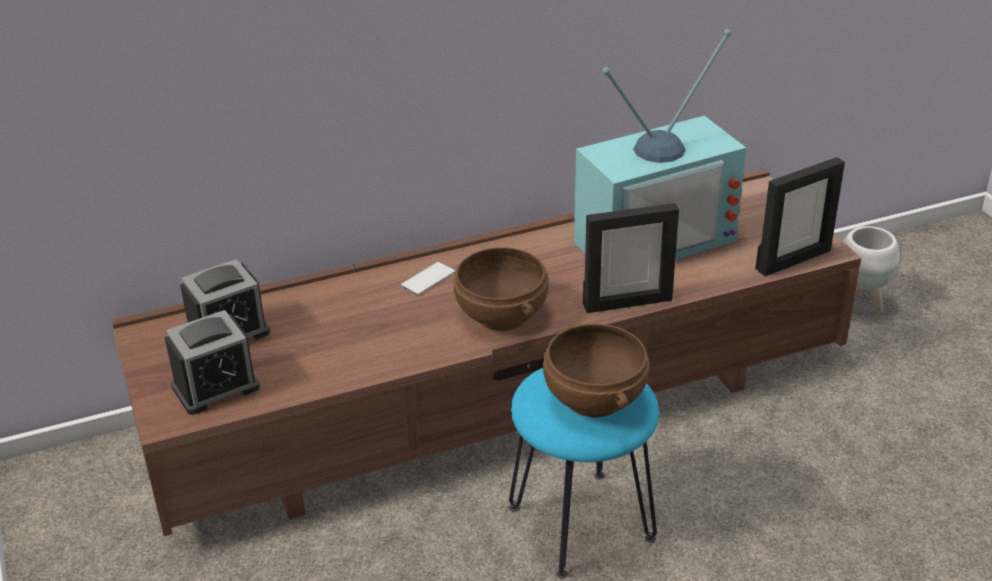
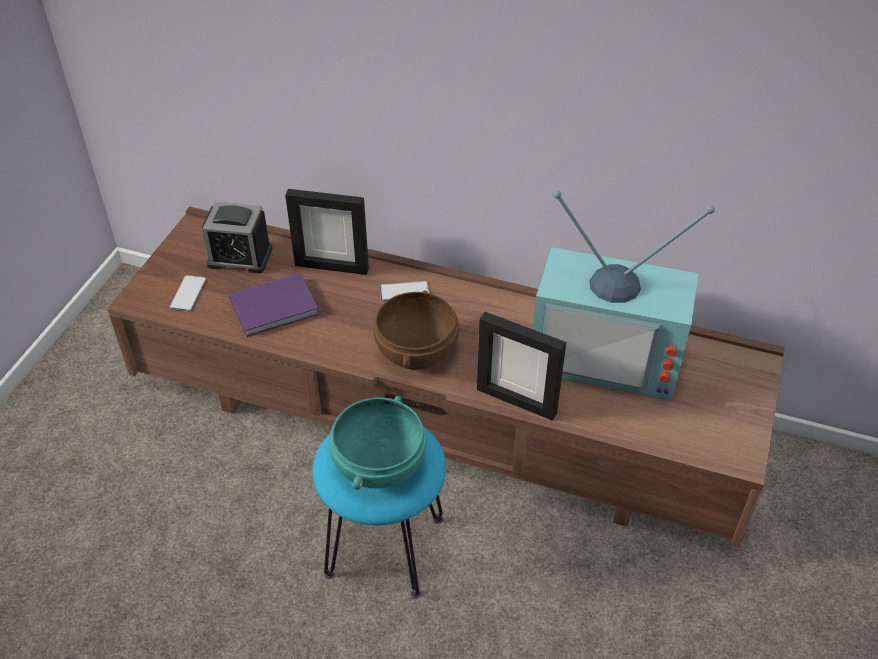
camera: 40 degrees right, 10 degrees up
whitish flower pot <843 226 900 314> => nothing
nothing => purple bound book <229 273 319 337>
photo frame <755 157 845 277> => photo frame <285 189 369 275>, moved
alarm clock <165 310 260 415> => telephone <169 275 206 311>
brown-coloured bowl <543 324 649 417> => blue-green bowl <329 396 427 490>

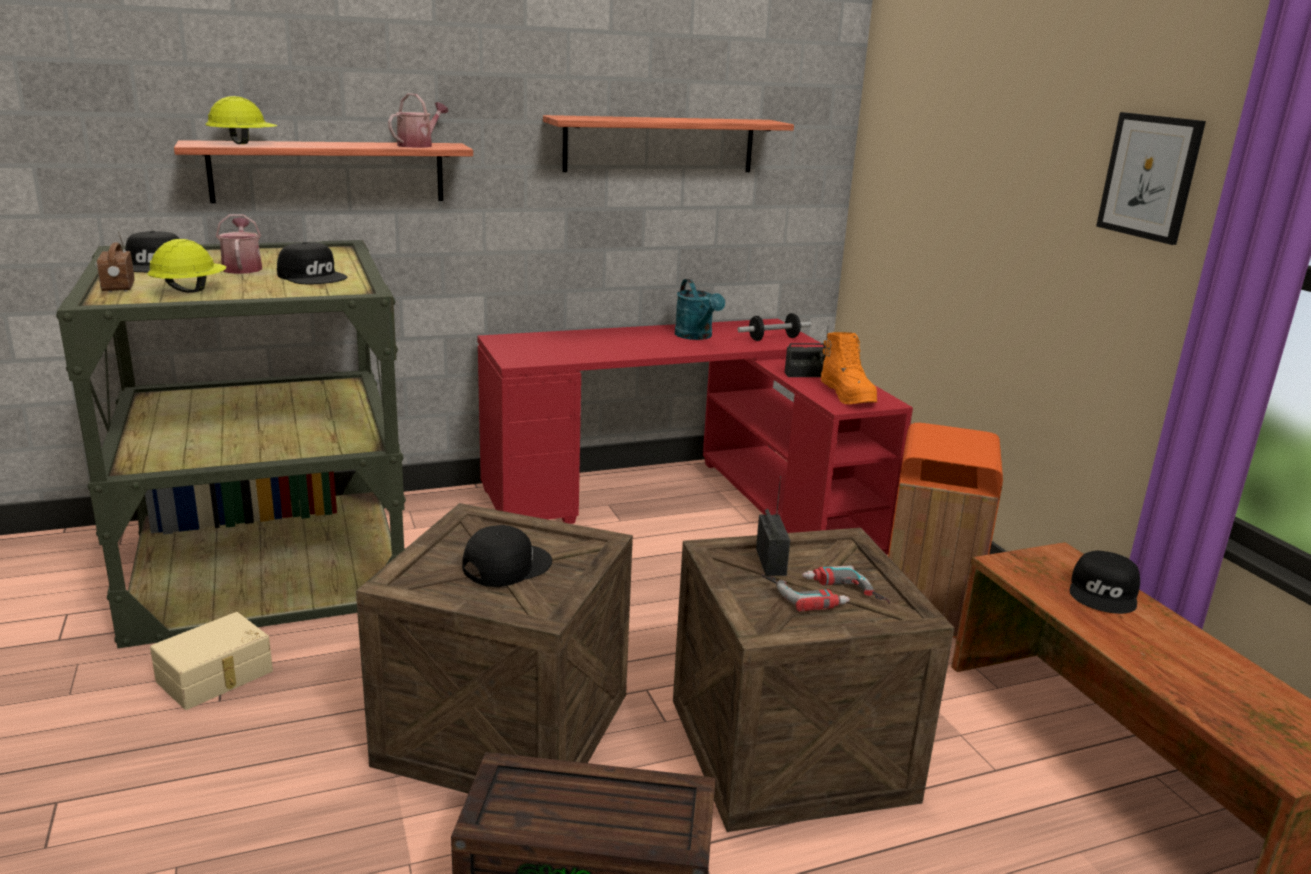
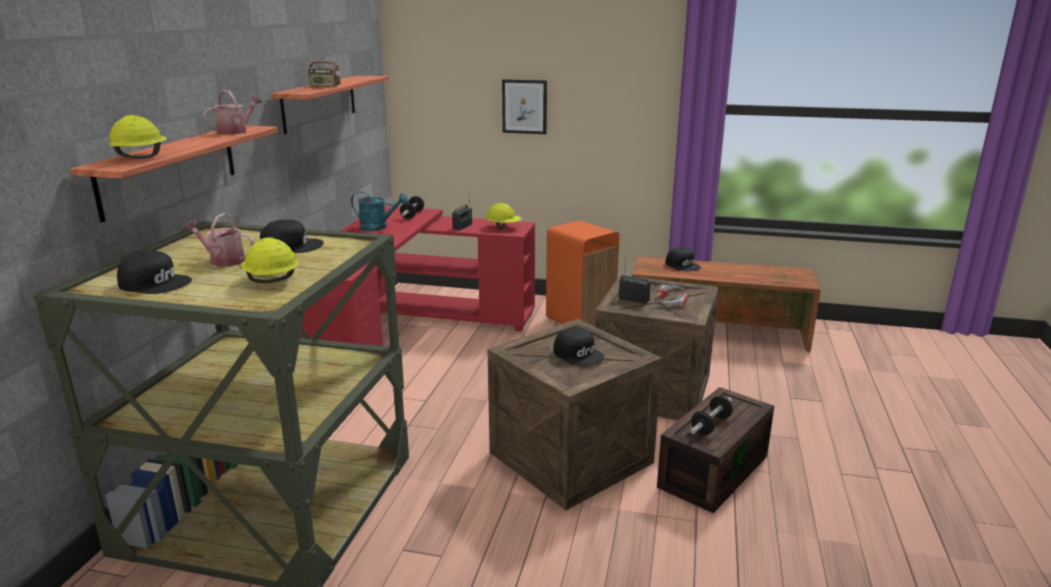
camera: 55 degrees left, 0 degrees up
beige storage container <150 612 273 710> => nothing
nothing => dumbbell <690 396 733 435>
radio set <95 229 135 292> => radio set <308 51 341 87>, moved
wall art <1096 112 1206 245> => wall art <502 79 547 134>, moved
orange tall boot <821 332 877 404> => yellowish safety helmet <485 203 522 229>
watering can <388 93 448 148> => watering can <203 90 262 135>, 60 degrees clockwise
blackish peaked cap <462 525 552 587> => blackish peaked cap <553 327 604 366>, 150 degrees clockwise

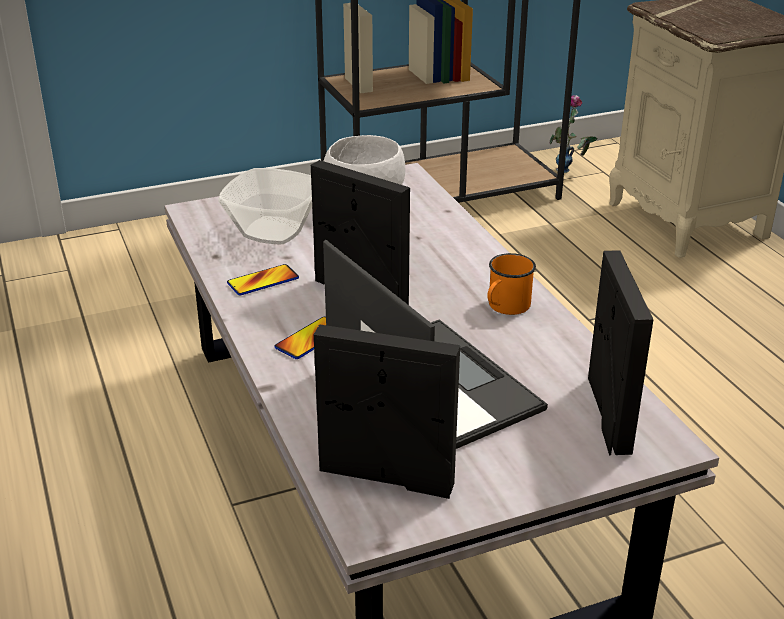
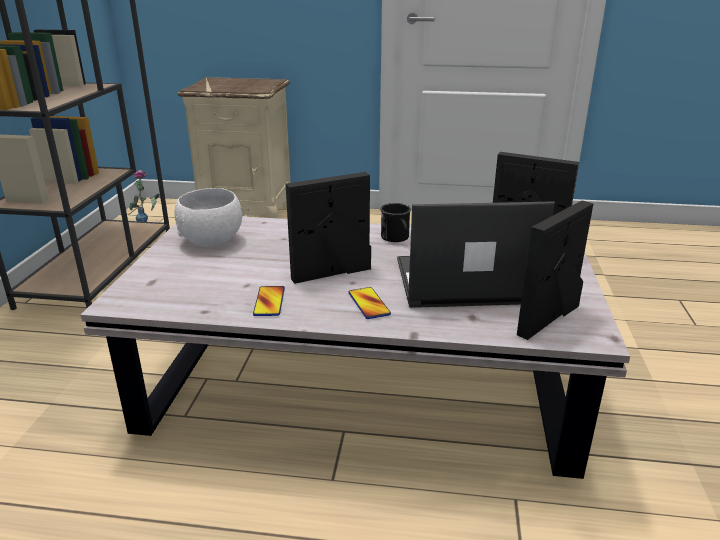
camera: 60 degrees left, 5 degrees down
bowl <218 168 312 244> => nothing
orange mug <487 253 536 315> => blackish mug <380 203 411 242>

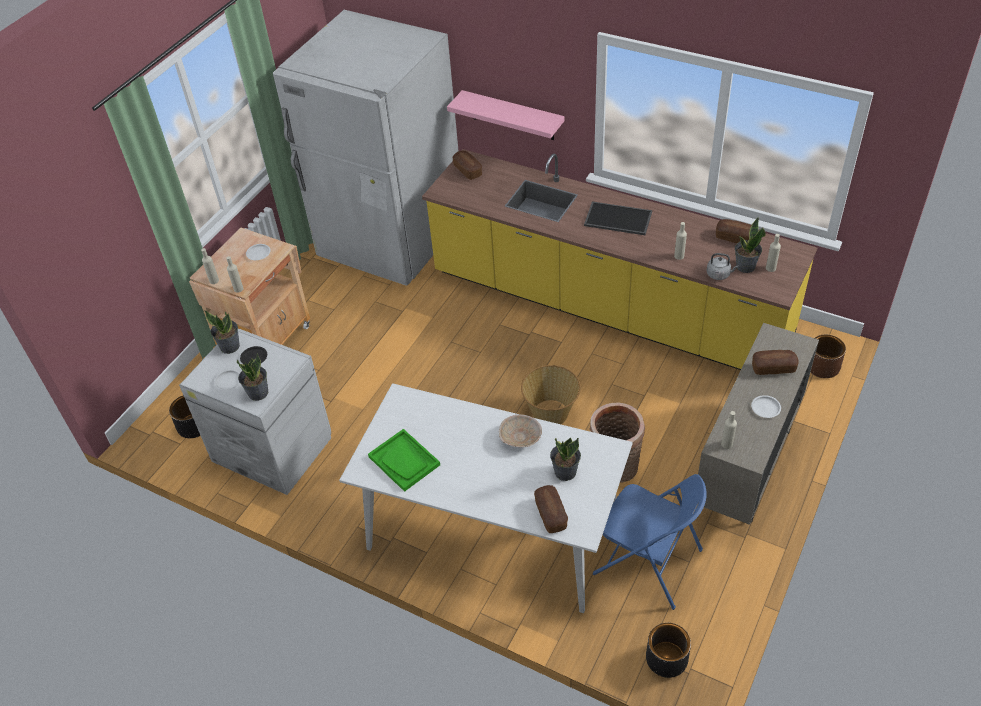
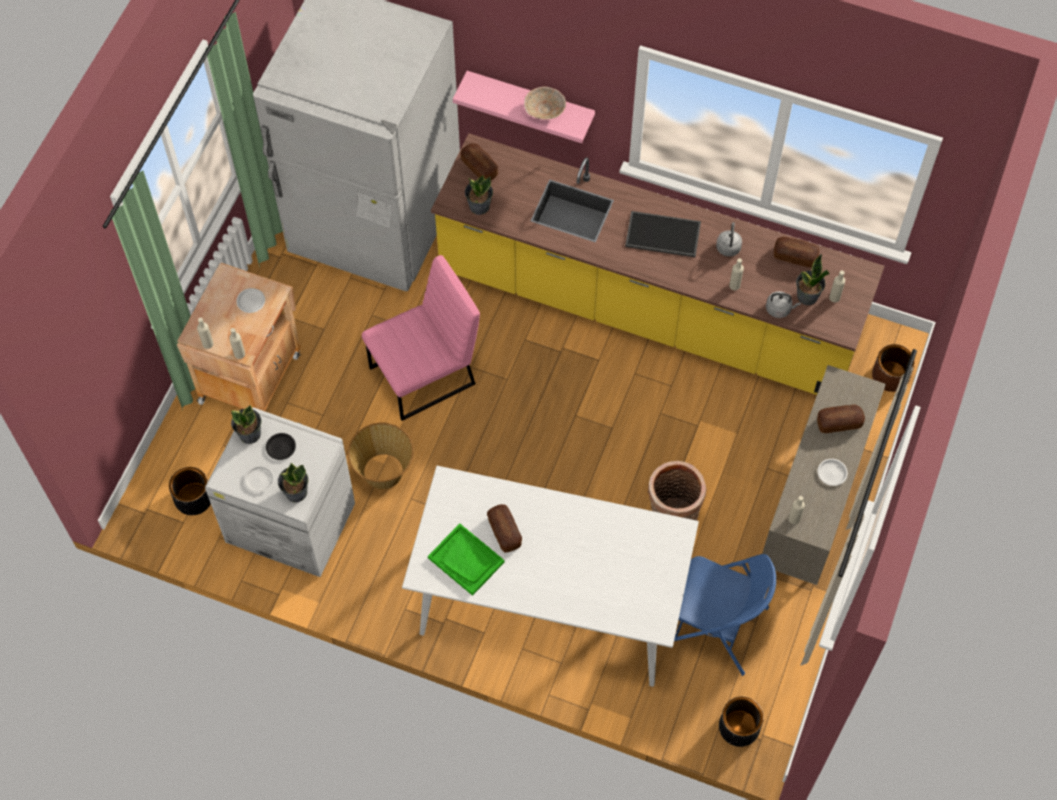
camera: 10 degrees left, 15 degrees up
nothing => pink chair <362 255 480 421>
nothing => grey kettle <716 222 742 257>
beige bowl <499 414 542 447> => beige bowl <524 87 566 119>, moved
household basket <521 365 581 424> => household basket <348 422 414 489>, moved
bakery bread <534 485 568 533> => bakery bread <487 504 522 552>, moved
plant in a pot <550 437 581 481> => plant in a pot <465 175 493 215>, moved

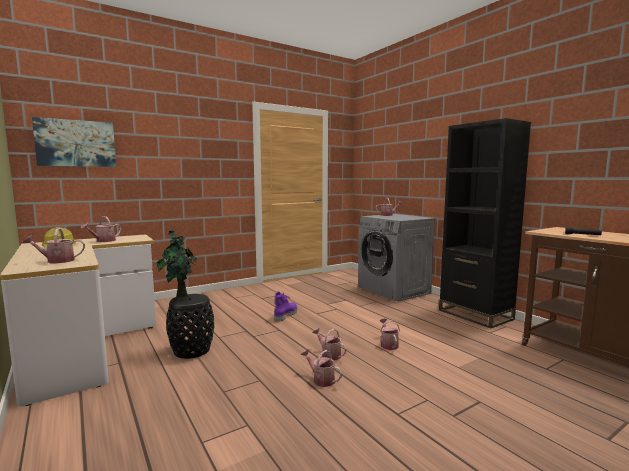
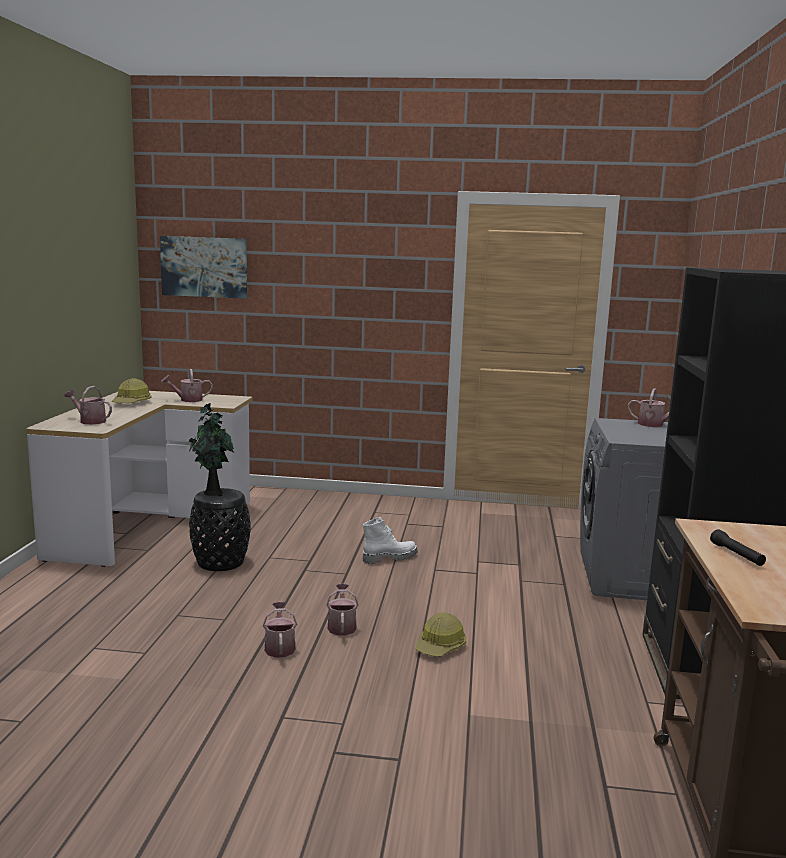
camera: 40 degrees right, 5 degrees up
watering can <380 319 400 350> => safety helmet <415 613 466 657>
purple tall boot <274 291 297 322> => whitish tall boot <363 517 418 564>

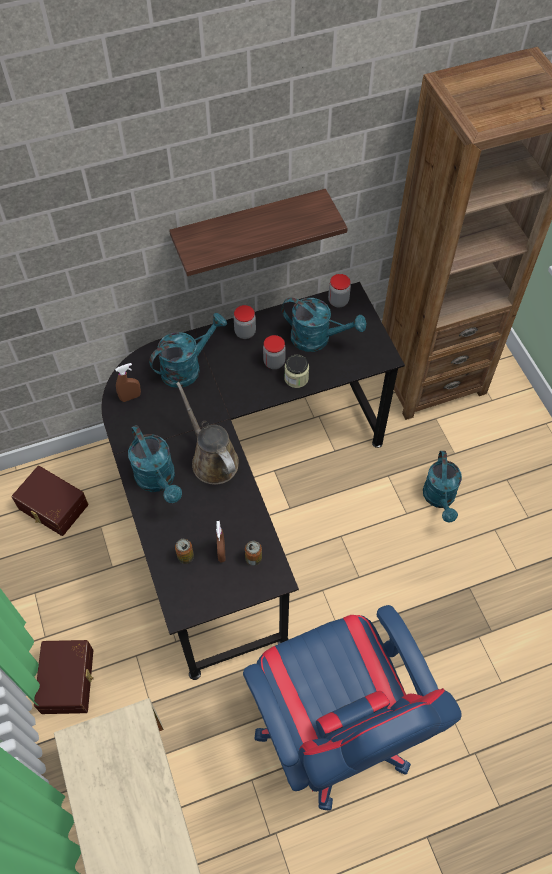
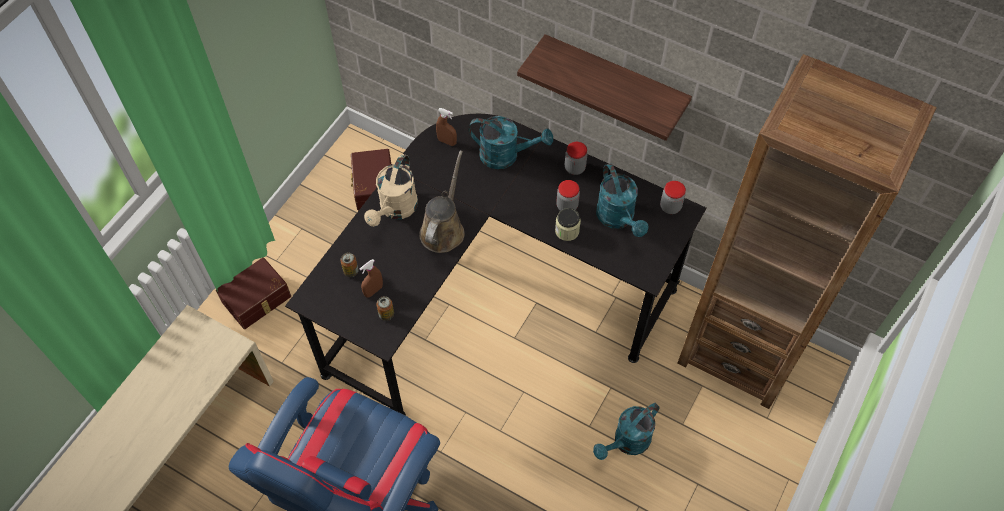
camera: 50 degrees right, 0 degrees up
blue-green watering can <128 425 182 503> => beige watering can <364 154 418 226>

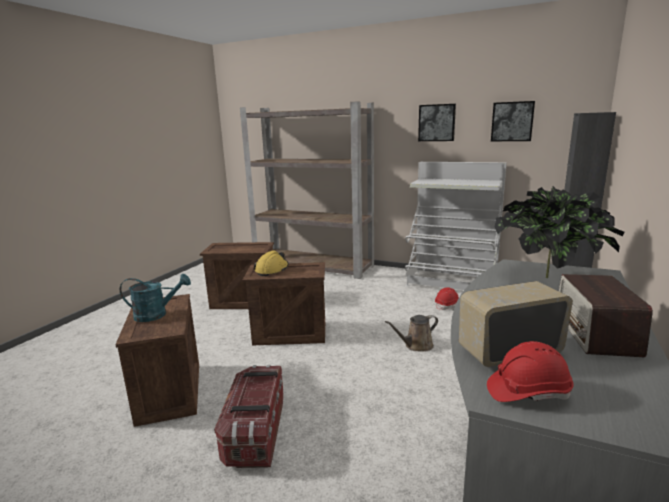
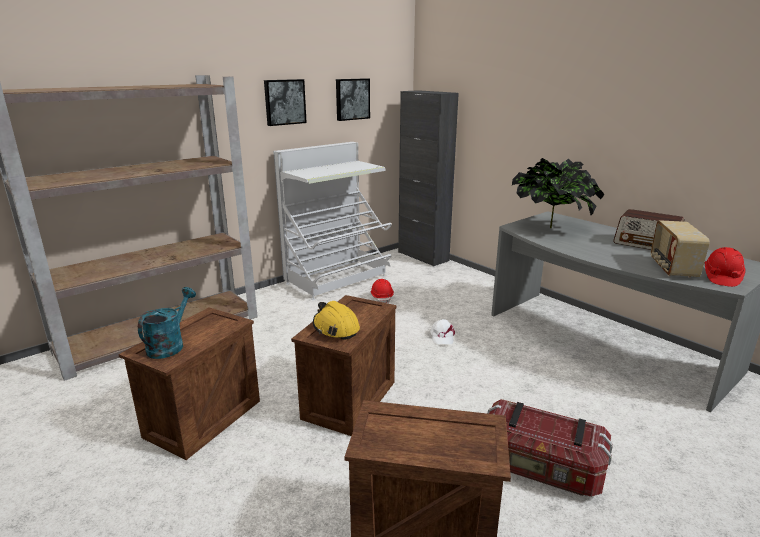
camera: 65 degrees left, 5 degrees up
blue-green watering can <120 274 191 322> => blue-green watering can <138 287 196 359>, moved
brown-coloured watering can <385 315 438 351> => whitish peaked cap <430 319 455 344>

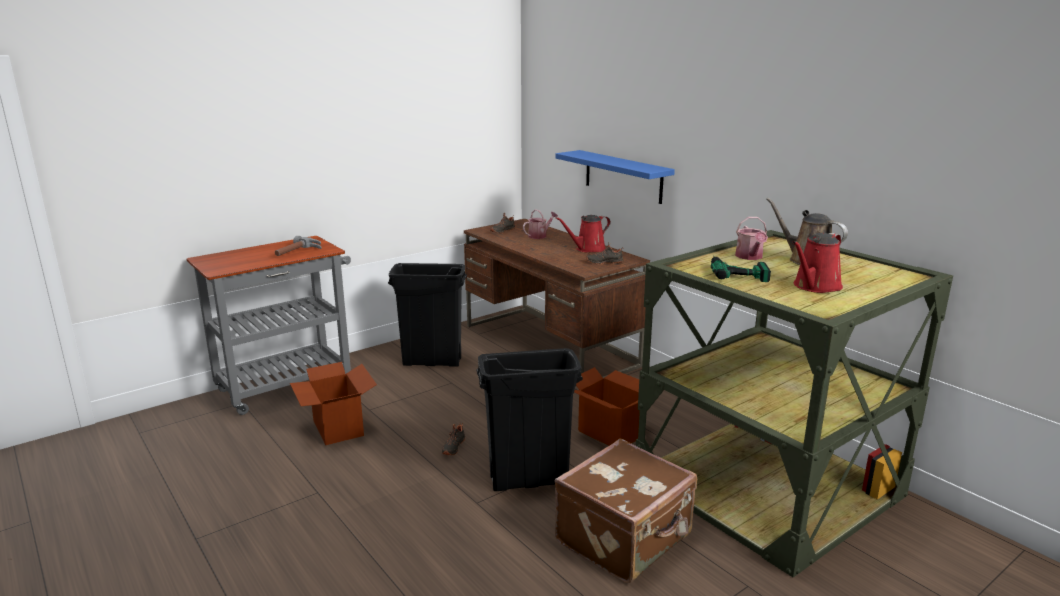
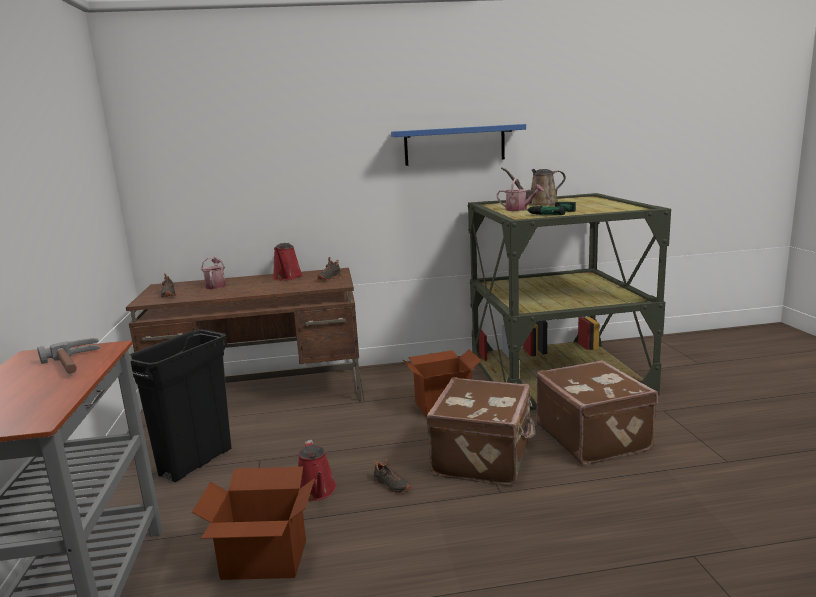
camera: 60 degrees left, 5 degrees down
bluish shelf <556 150 675 204> => bluish shelf <391 124 526 166>, moved
reddish watering can <792 233 843 293> => reddish watering can <298 440 336 501>, moved
blackish waste bin <476 348 583 491> => brown-coloured suitcase <426 377 535 486>

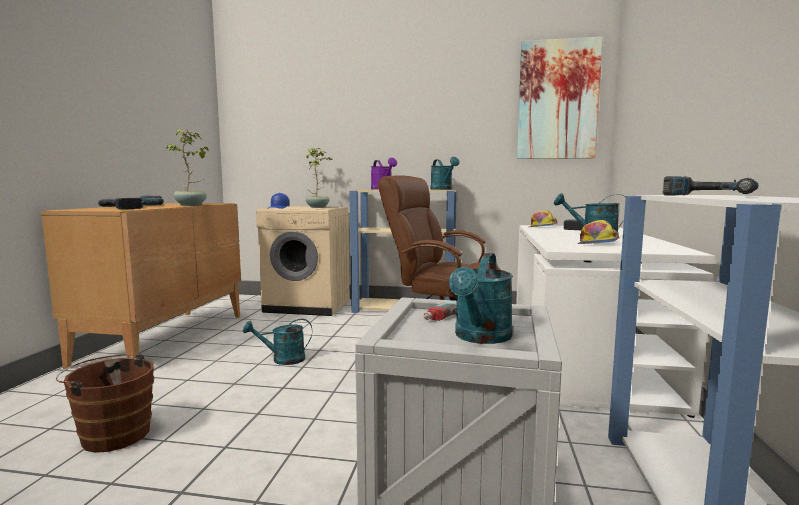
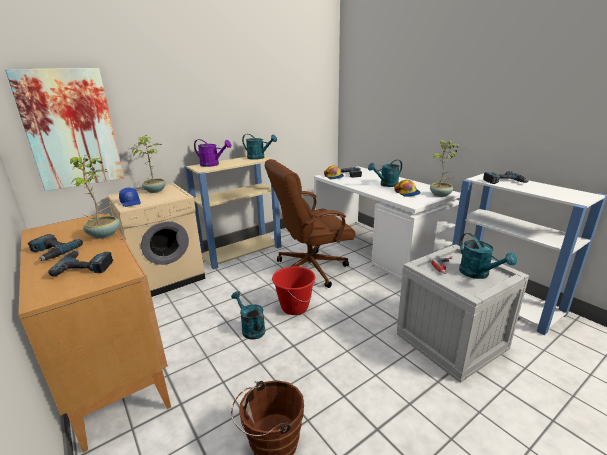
camera: 45 degrees left, 15 degrees up
nothing => reddish water bucket <272 266 315 315>
nothing => plant in a pot <430 140 460 197>
wall art <517 37 603 159> => wall art <5 68 124 191>, moved
blue-green watering can <243 319 312 365> => blue-green watering can <231 291 265 340>, 105 degrees clockwise

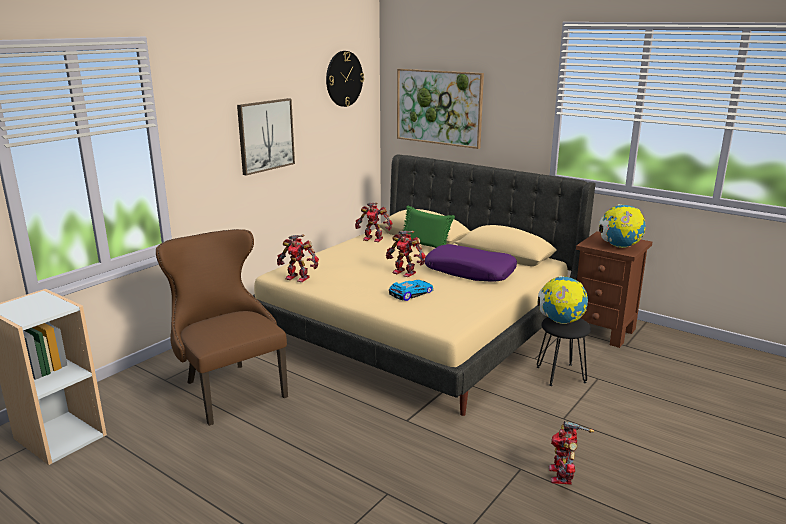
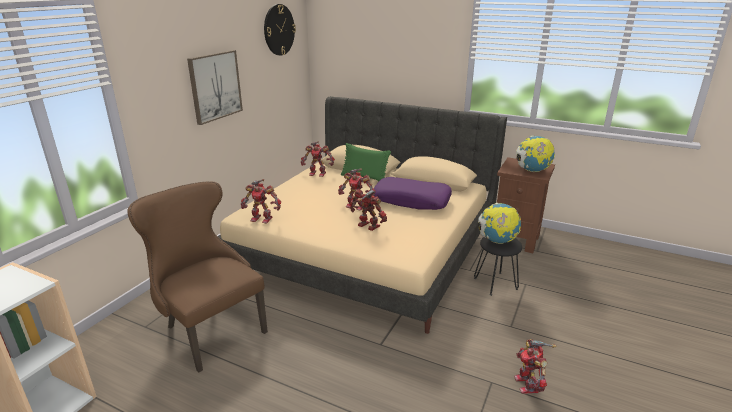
camera: 10 degrees left, 5 degrees up
wall art <397 69 484 149> => nothing
toy car <389 280 434 301> => model robot <349 189 387 231>

